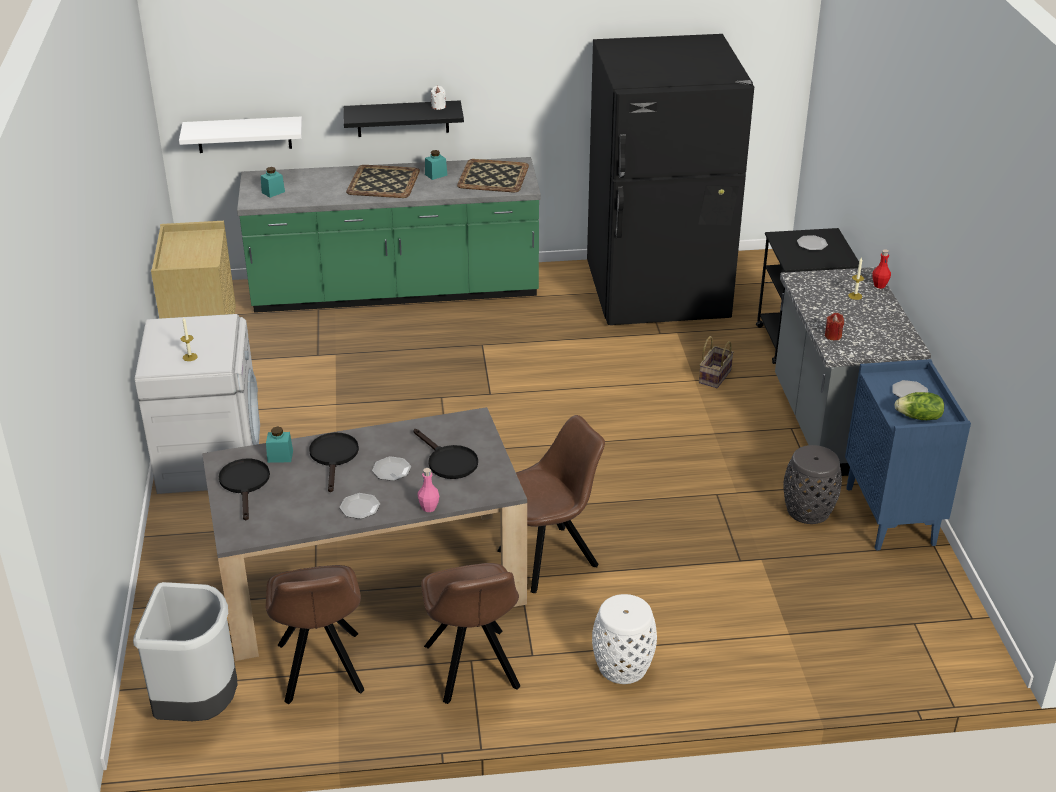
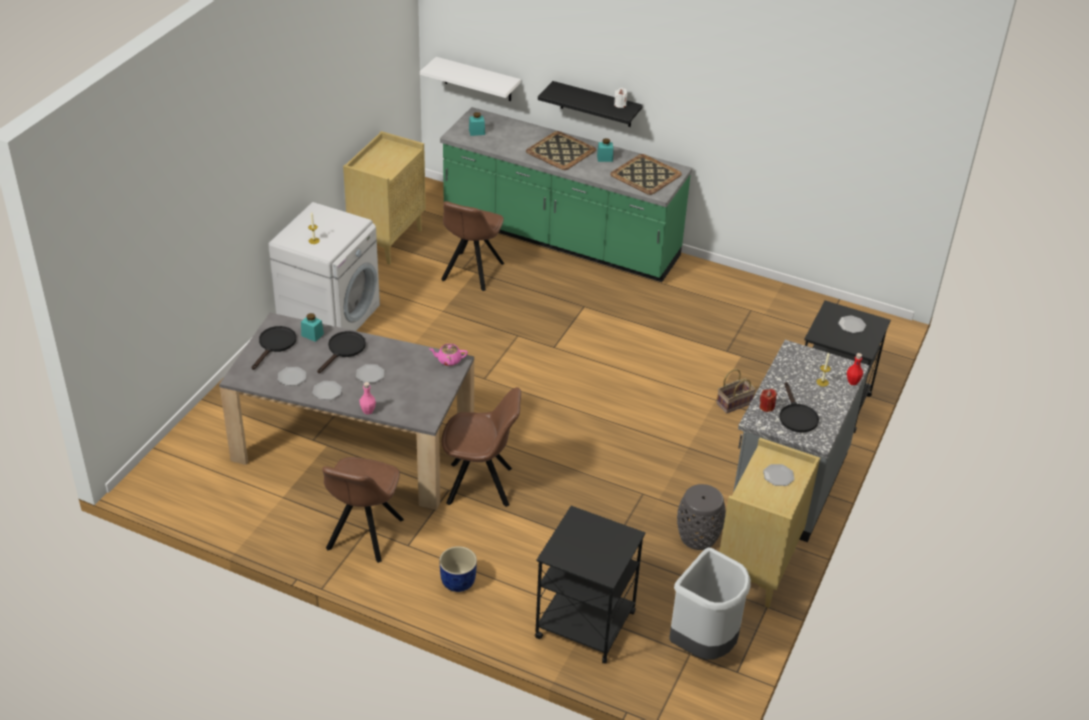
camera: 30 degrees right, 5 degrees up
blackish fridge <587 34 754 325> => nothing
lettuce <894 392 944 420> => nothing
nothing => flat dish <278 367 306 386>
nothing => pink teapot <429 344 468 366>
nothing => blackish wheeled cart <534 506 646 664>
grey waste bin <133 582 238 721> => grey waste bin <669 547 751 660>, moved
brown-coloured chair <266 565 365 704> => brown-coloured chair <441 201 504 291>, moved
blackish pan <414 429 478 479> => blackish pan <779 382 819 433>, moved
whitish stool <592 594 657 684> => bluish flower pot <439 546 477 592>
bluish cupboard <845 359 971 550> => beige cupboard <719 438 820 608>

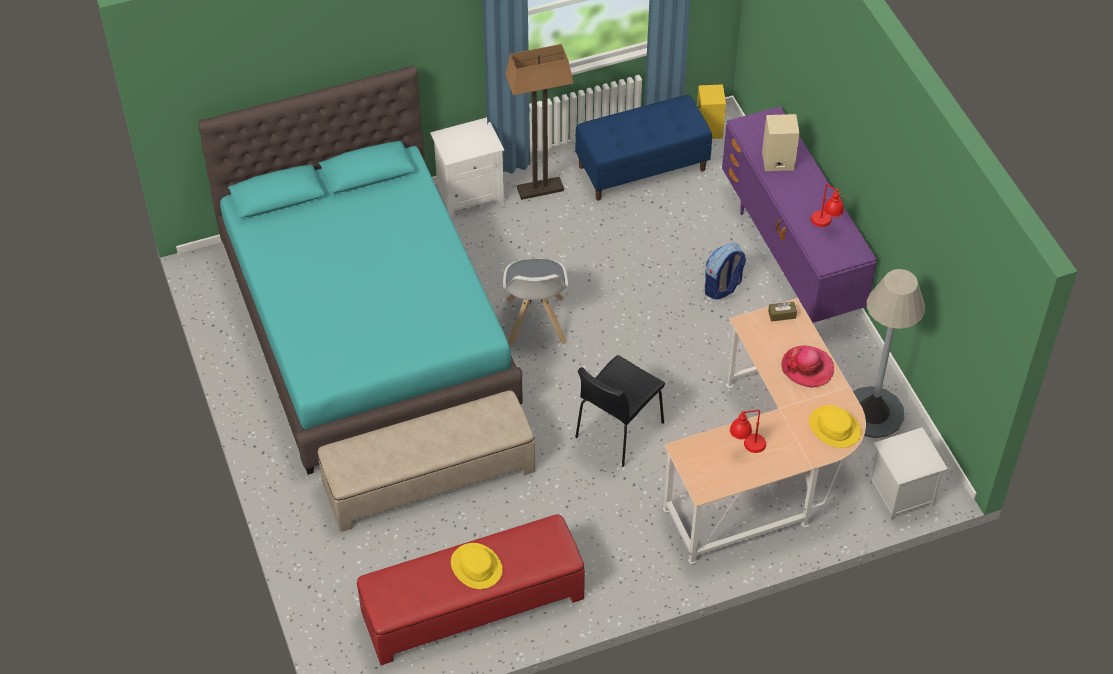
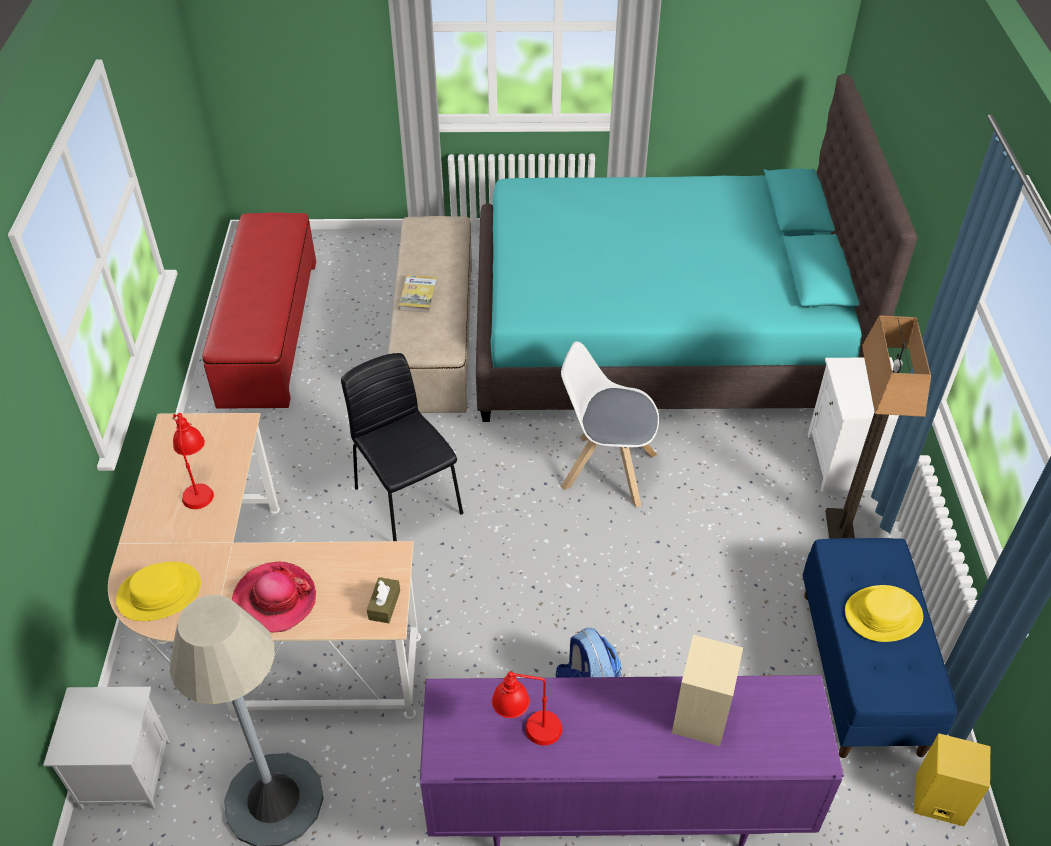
camera: 110 degrees right, 5 degrees down
nothing => bound book <398 275 438 313>
yellowish wearable hat <451 543 503 589> => yellowish wearable hat <845 585 923 642>, moved

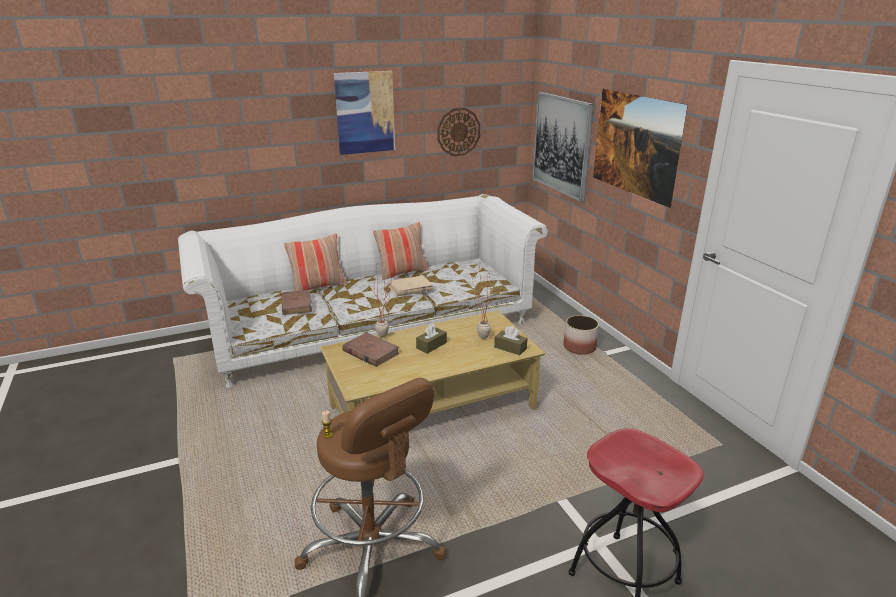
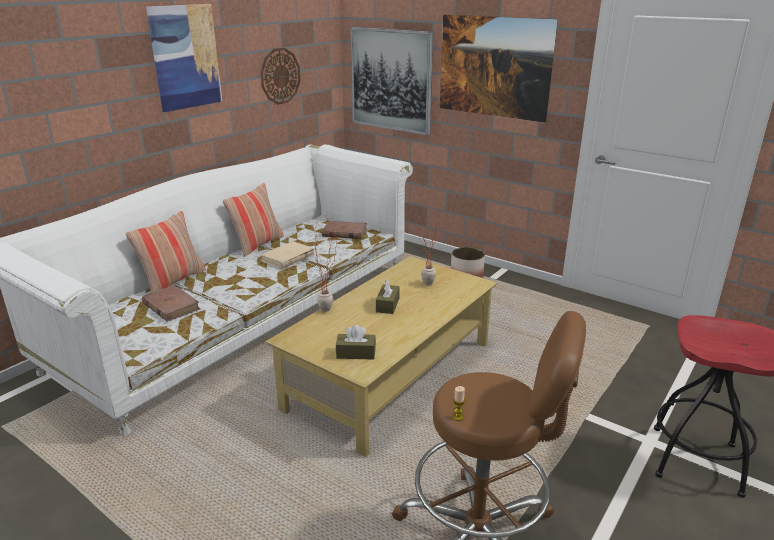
camera: 30 degrees left, 0 degrees up
brown-coloured bound book <342 332 400 367> => brown-coloured bound book <322 221 367 239>, moved
brown-coloured tissue box <494 326 527 355> => brown-coloured tissue box <336 325 376 360>, moved

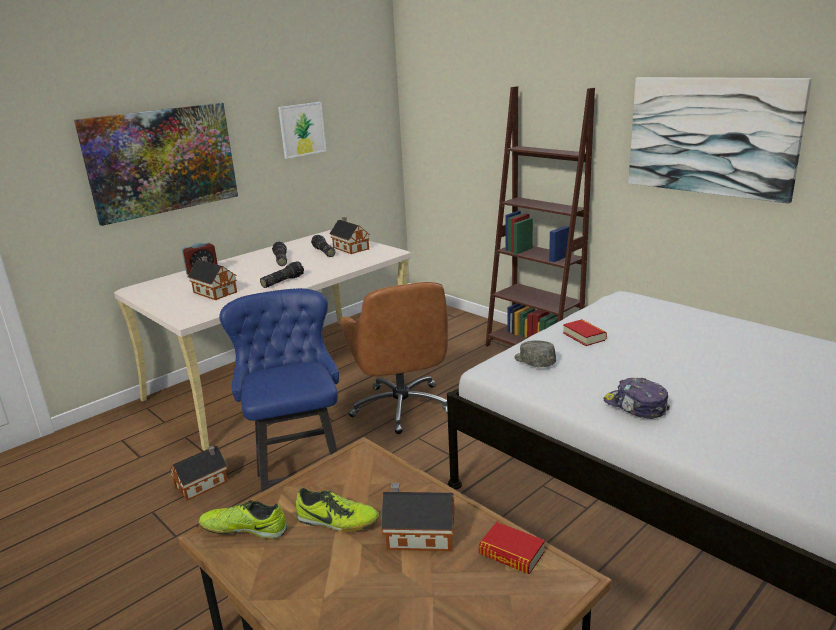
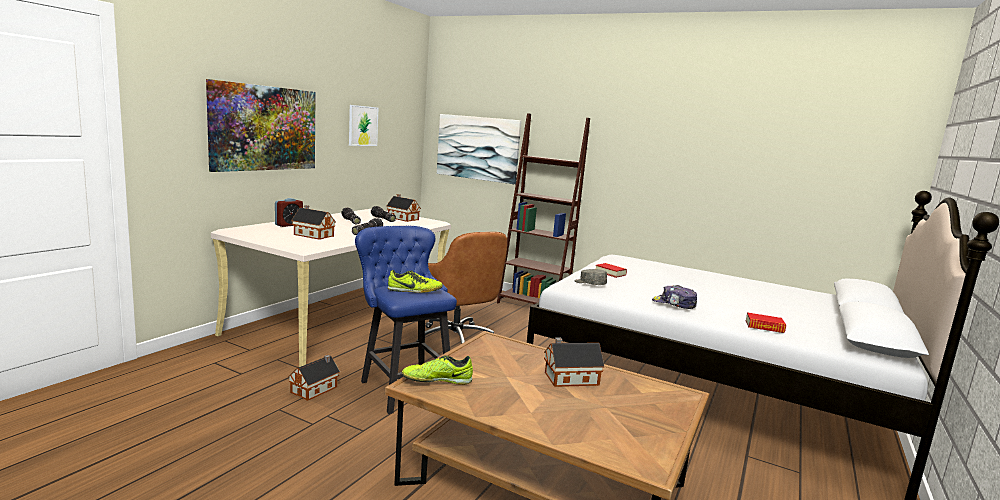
camera: 20 degrees left, 10 degrees down
shoe <296 488 379 532> => shoe <388 270 443 293>, moved
bound book <479 522 545 574> => bound book <746 312 786 333>, moved
wall art <628 77 812 204> => wall art <437 114 522 184>, moved

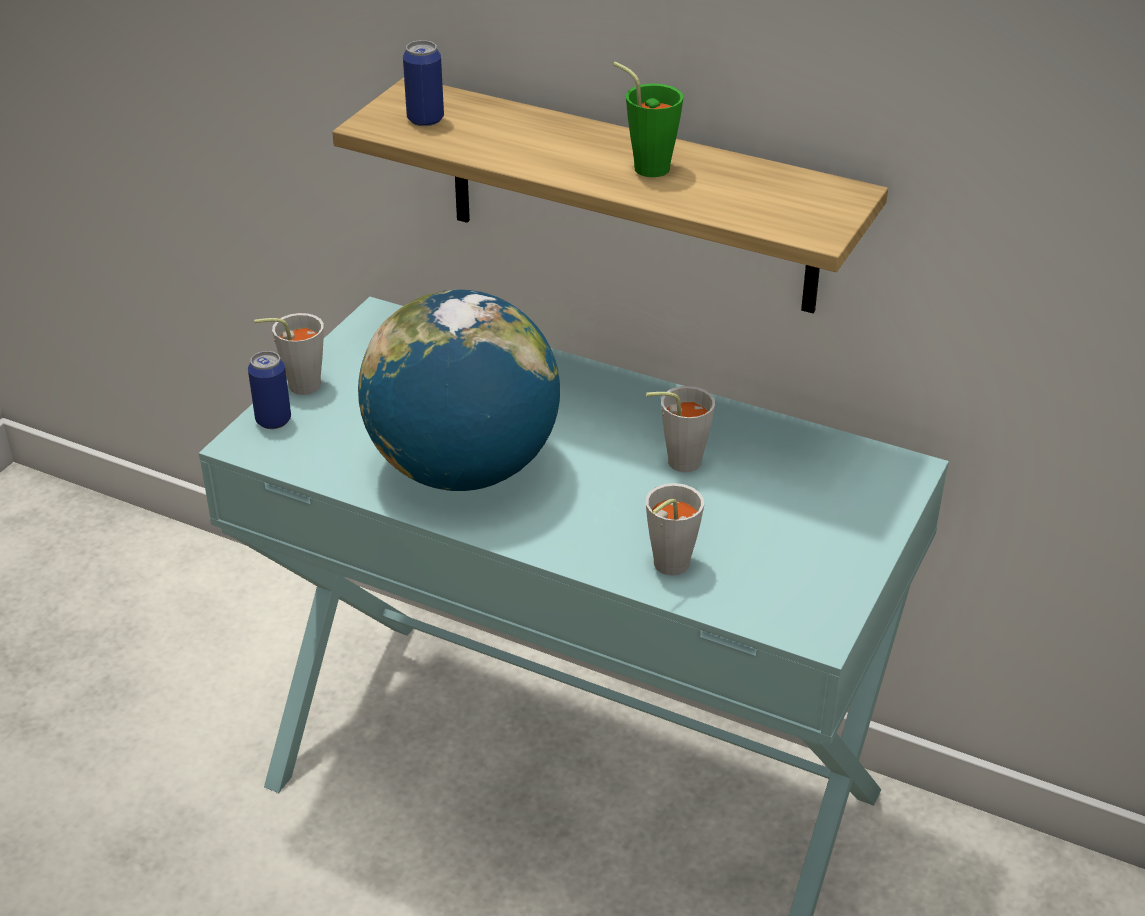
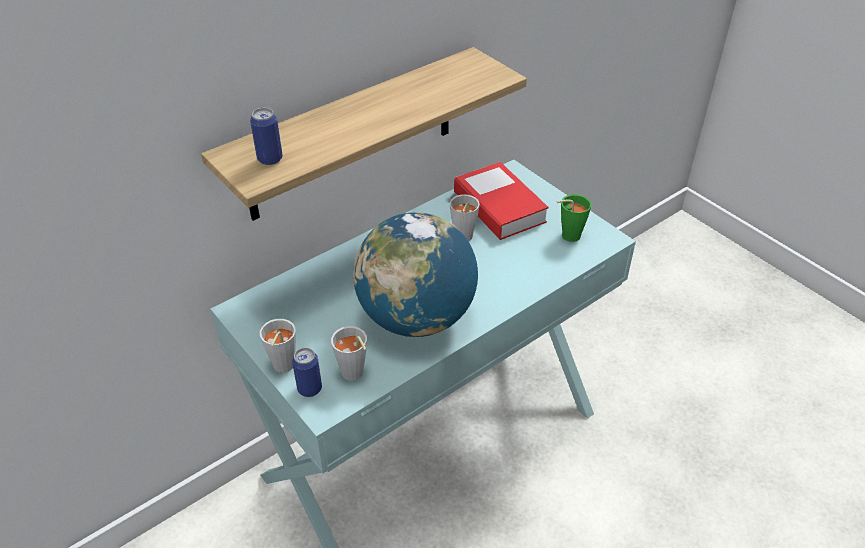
camera: 65 degrees left, 5 degrees up
nothing => bound book <454 162 548 240>
greenish small cup <613 62 683 177> => greenish small cup <556 194 592 242>, moved
grey small cup <646 483 704 576> => grey small cup <331 326 367 381>, moved

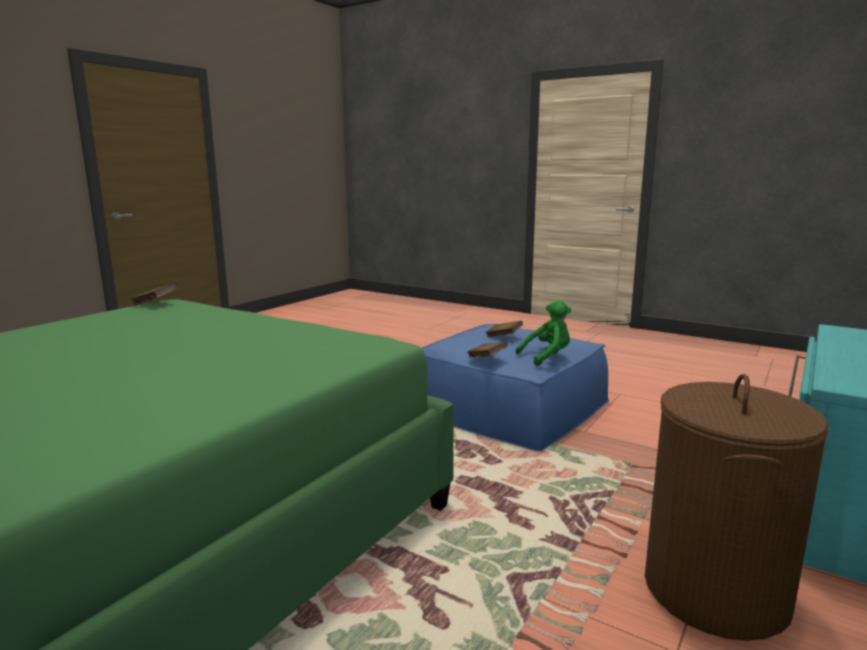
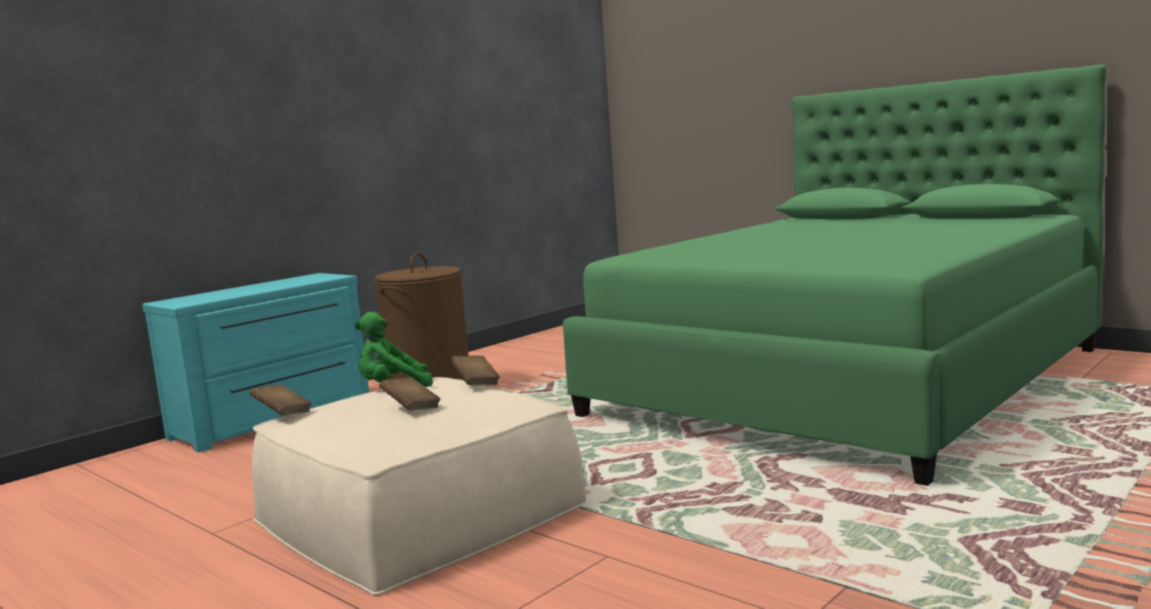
camera: 170 degrees left, 5 degrees down
brown-coloured bound book <131 283 177 305> => brown-coloured bound book <250 384 312 415>, moved
bluish ottoman <422 324 609 451> => beige ottoman <252 377 588 596>

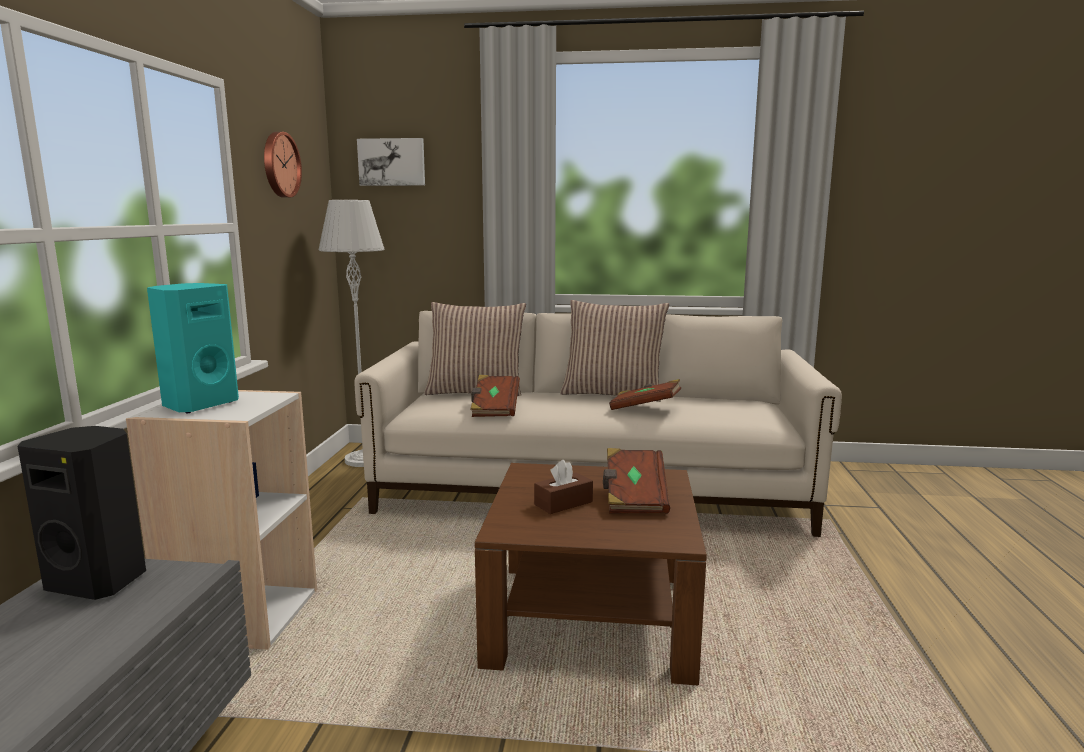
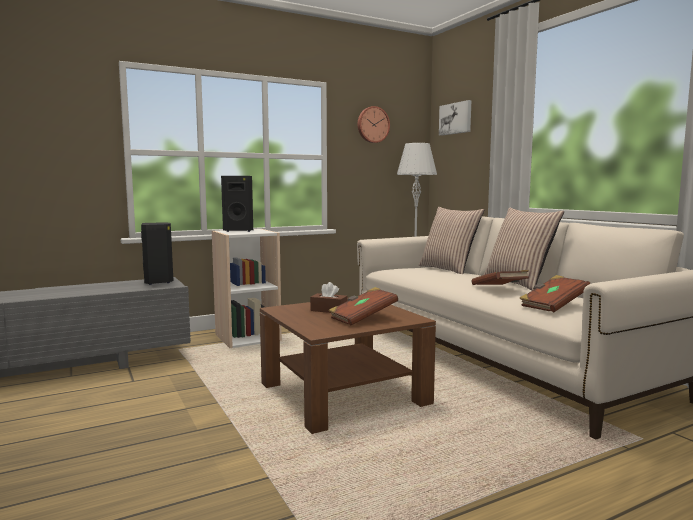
camera: 55 degrees right, 5 degrees down
brown-coloured bound book <470 375 520 417> => brown-coloured bound book <519 275 590 312>, moved
blue-green speaker <147 283 239 413> => blackish speaker <221 176 253 232>

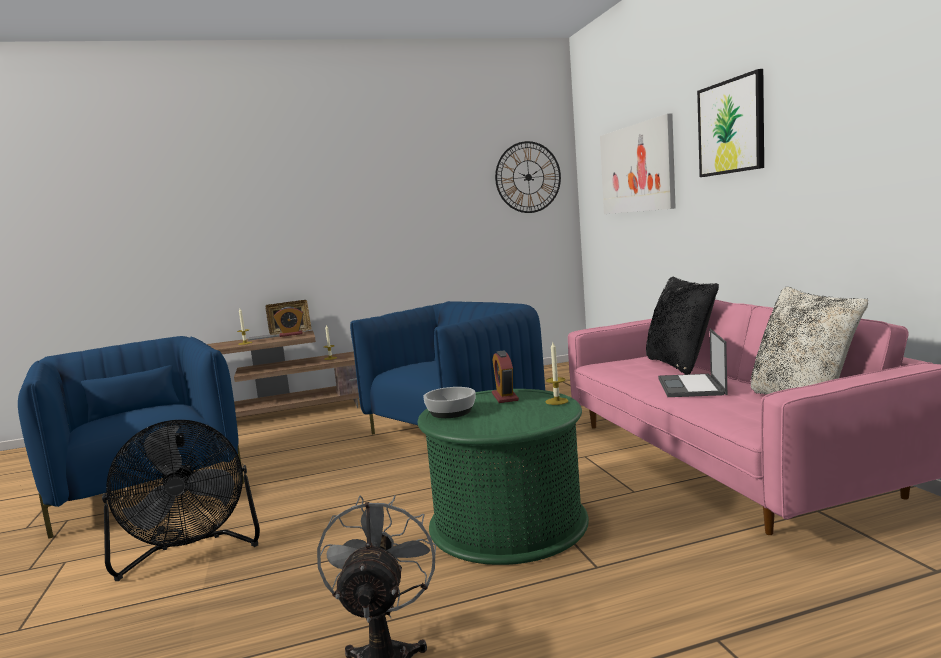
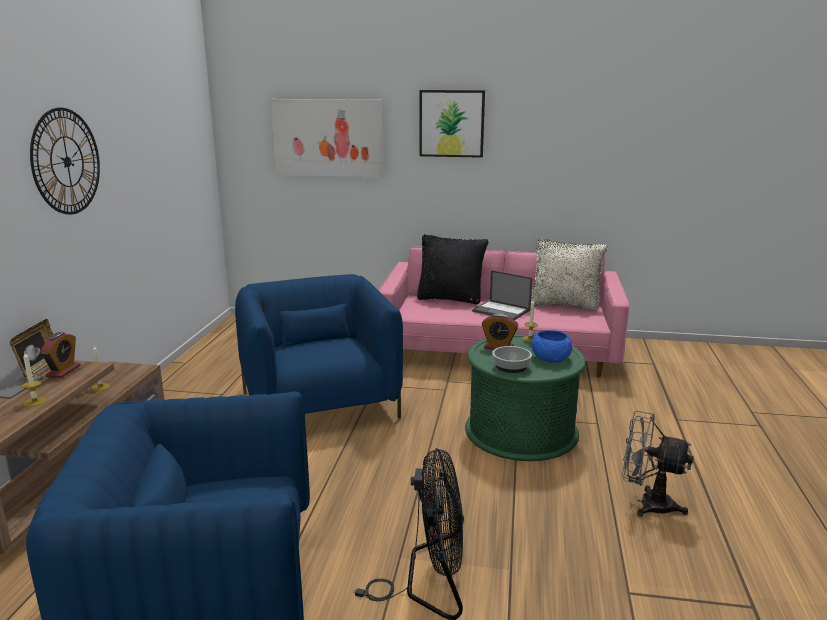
camera: 65 degrees left, 10 degrees up
nothing => bluish bowl <532 330 572 363>
wall clock <495 141 561 213> => wall clock <30 108 100 215>, moved

